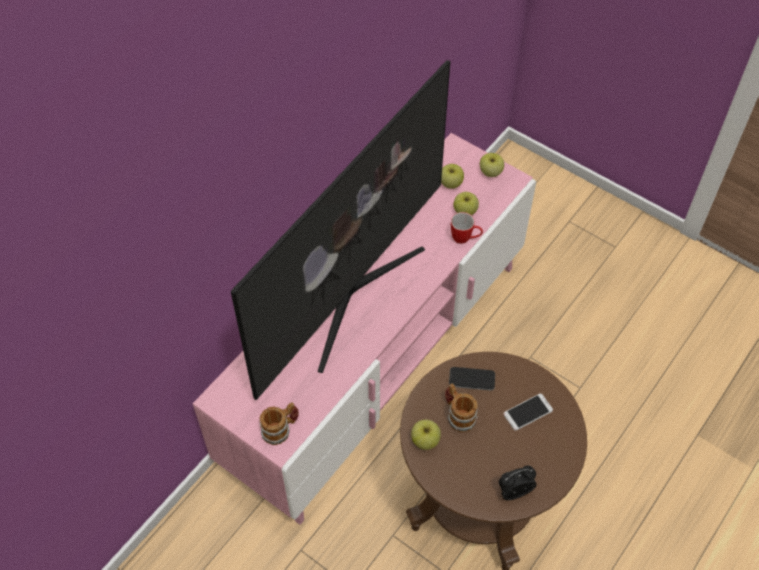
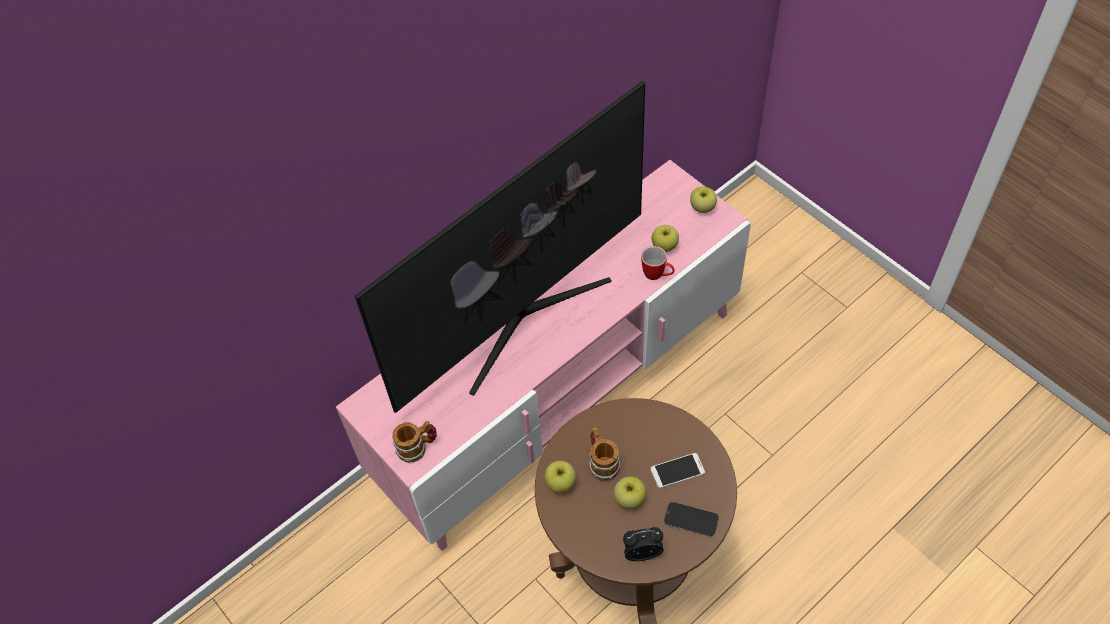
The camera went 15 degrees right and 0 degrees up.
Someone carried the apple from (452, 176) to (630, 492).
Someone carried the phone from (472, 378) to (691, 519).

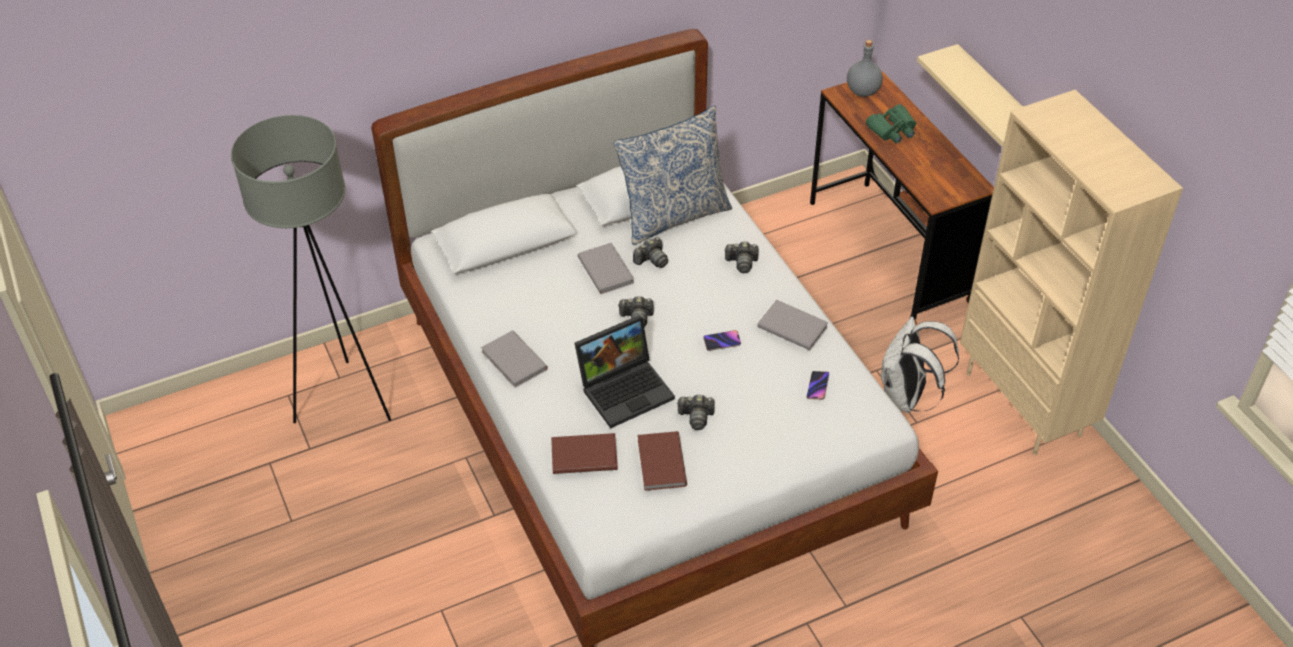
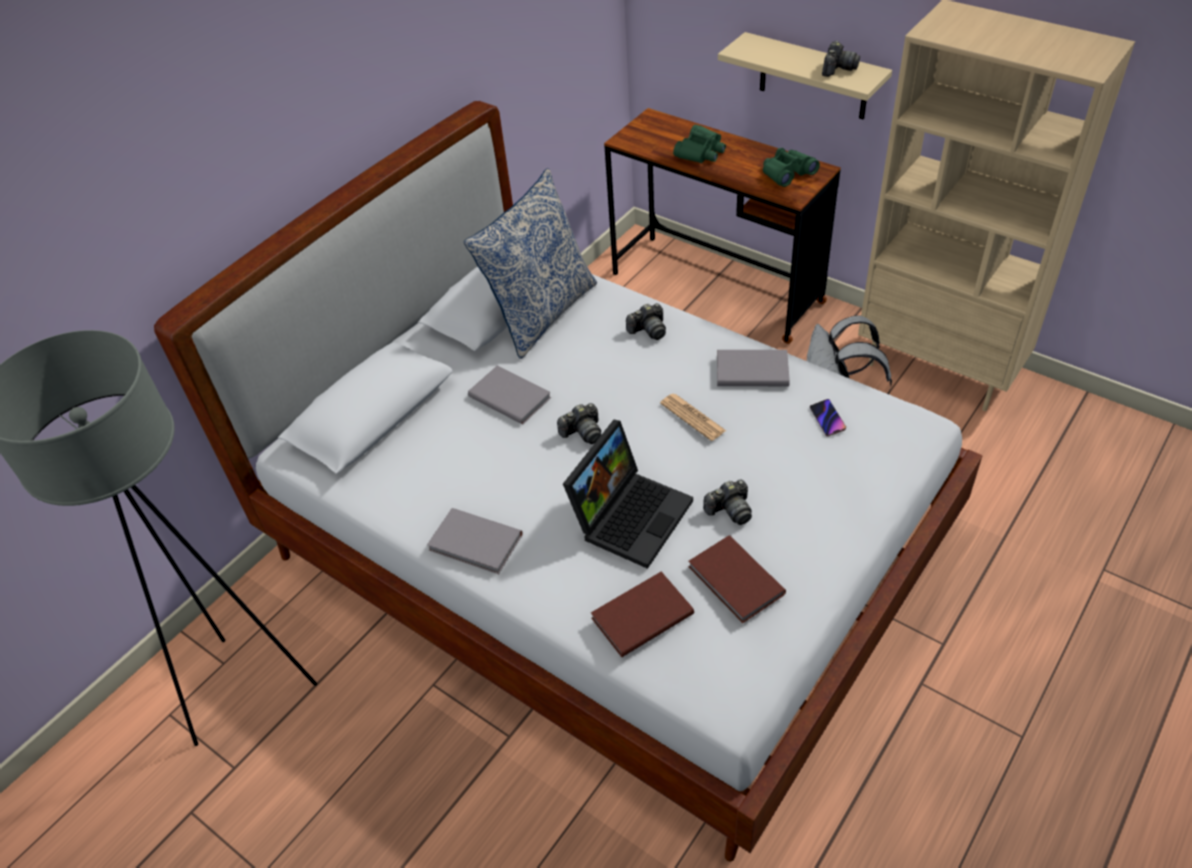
The camera went 25 degrees left and 0 degrees up.
Someone carried the photo_camera from (650, 252) to (841, 59).
Someone swapped the phone at (722, 340) for the newspaper at (693, 417).
Someone took away the grey_bottle at (865, 68).
Someone put down the green_binoculars at (791, 167).

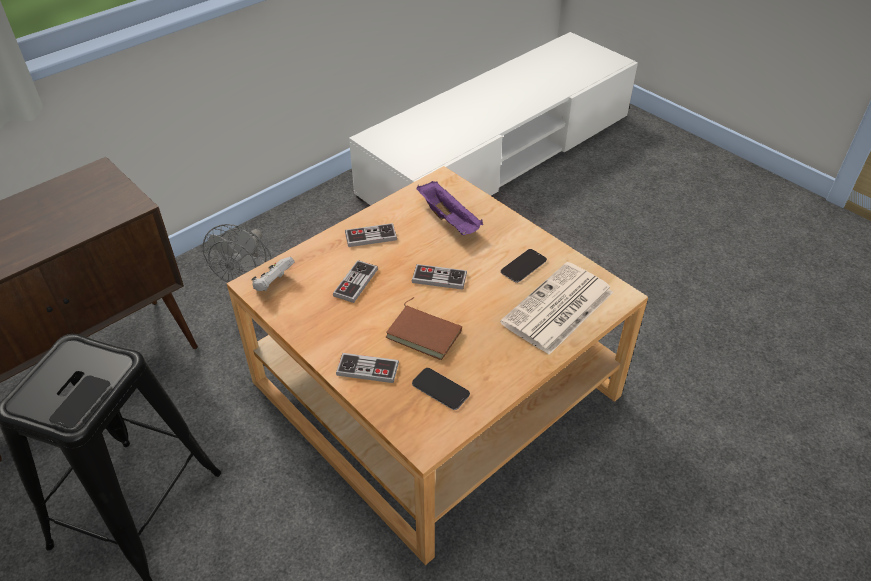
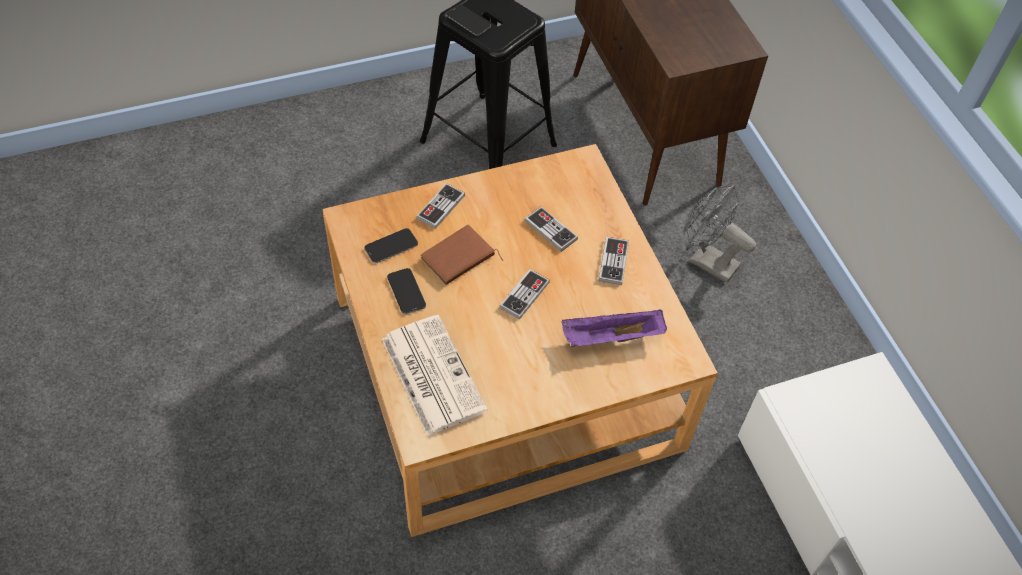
The camera went 110 degrees right and 10 degrees up.
Someone took away the white_game_controller at (273, 274).
Someone carried the phone from (524, 266) to (406, 291).

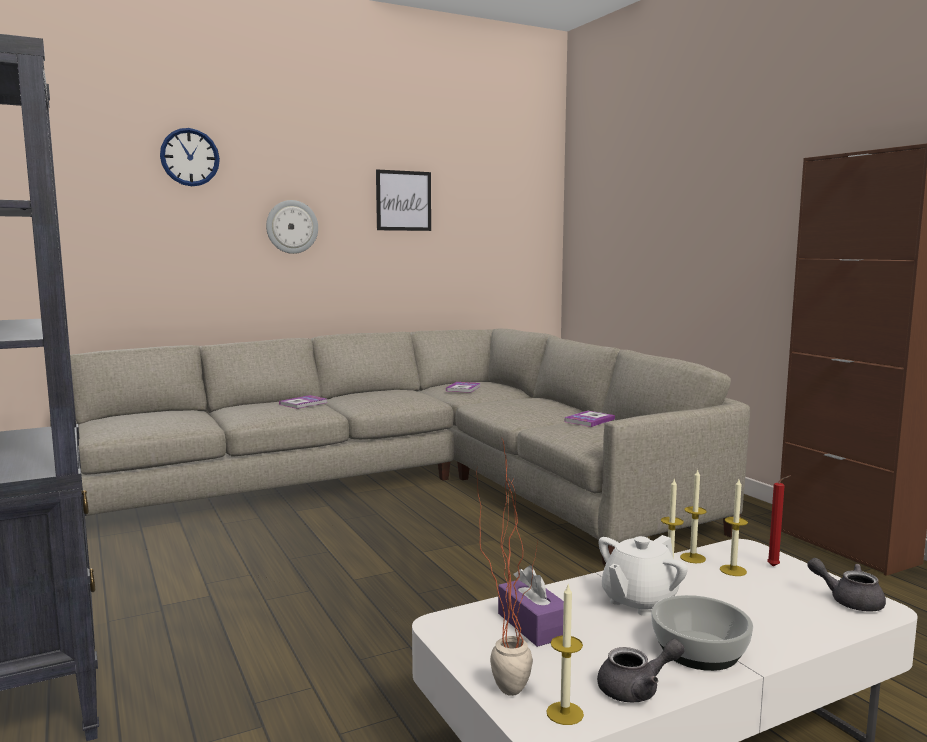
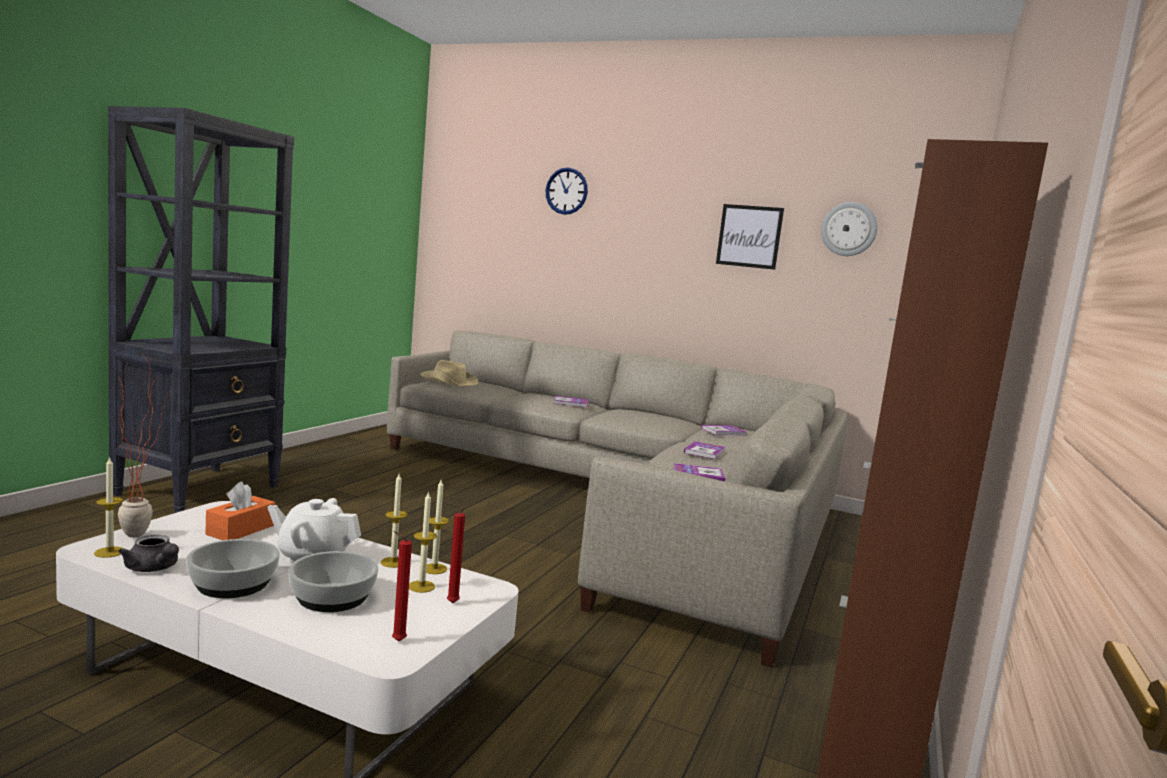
The camera went 50 degrees right and 0 degrees up.
Someone carried the wall_clock from (292, 227) to (849, 229).
Someone repainted the purple_tissue_box at (531, 606), which became the orange_tissue_box at (240, 510).
Someone swapped the grey_teapot at (847, 584) for the red_candle at (402, 586).
Someone put down the bowl at (333, 581).
Someone put down the beige_hat at (449, 373).
Someone put down the book at (704, 450).

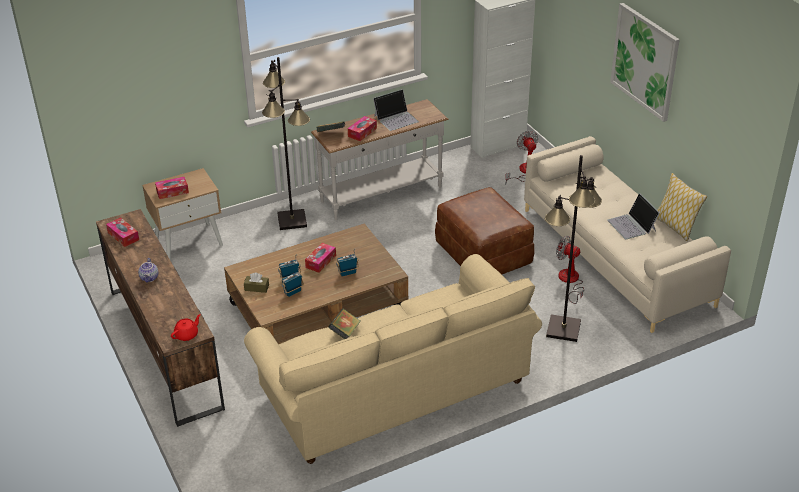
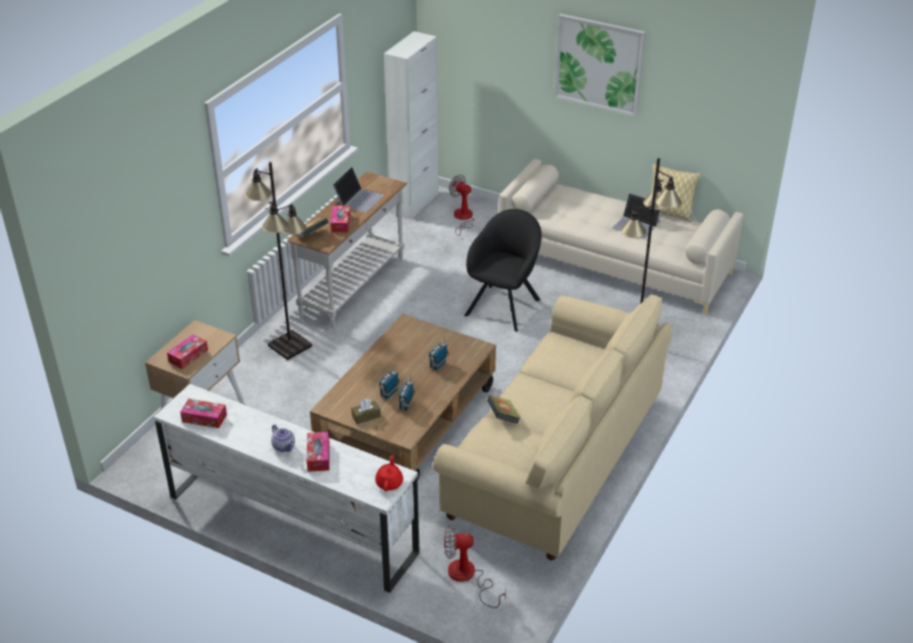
The camera went 35 degrees left and 0 degrees up.
Someone repainted the brown_tv_stand at (160, 318), which became the white_tv_stand at (287, 488).
Someone carried the tissue_box from (320, 258) to (318, 452).
Someone swapped the brown_ottoman at (485, 230) for the black_armchair at (503, 270).
Someone carried the fan from (570, 270) to (475, 566).

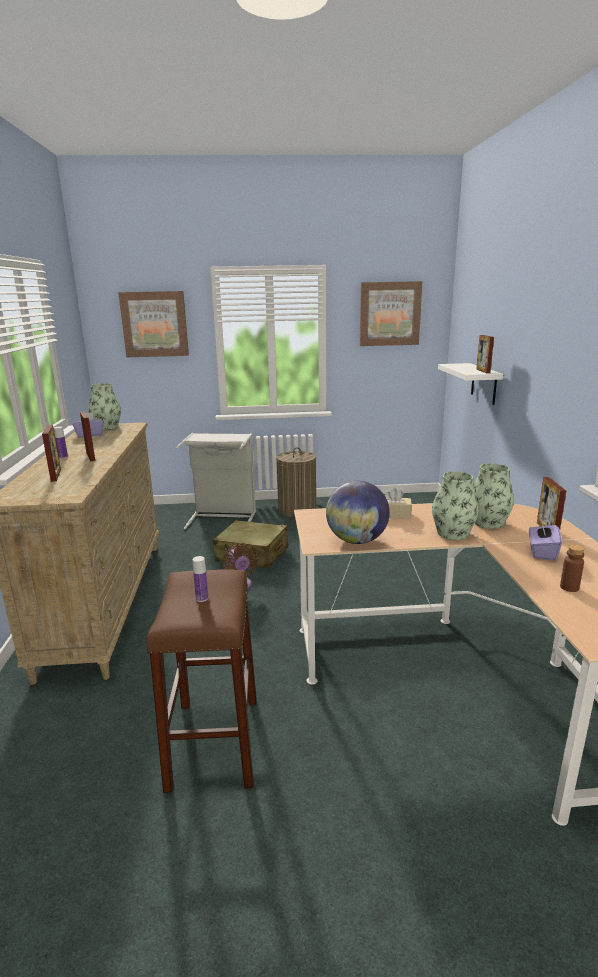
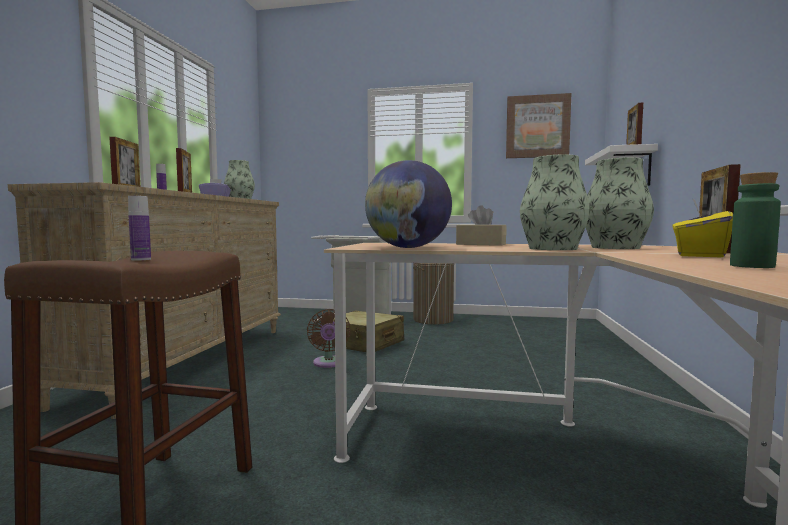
The camera went 15 degrees right and 15 degrees down.
Someone took away the picture at (153, 324).
Someone repainted the purple_tissue_box at (545, 541), which became the yellow_tissue_box at (703, 227).
Someone repainted the brown_bottle at (572, 568), which became the green_bottle at (755, 220).

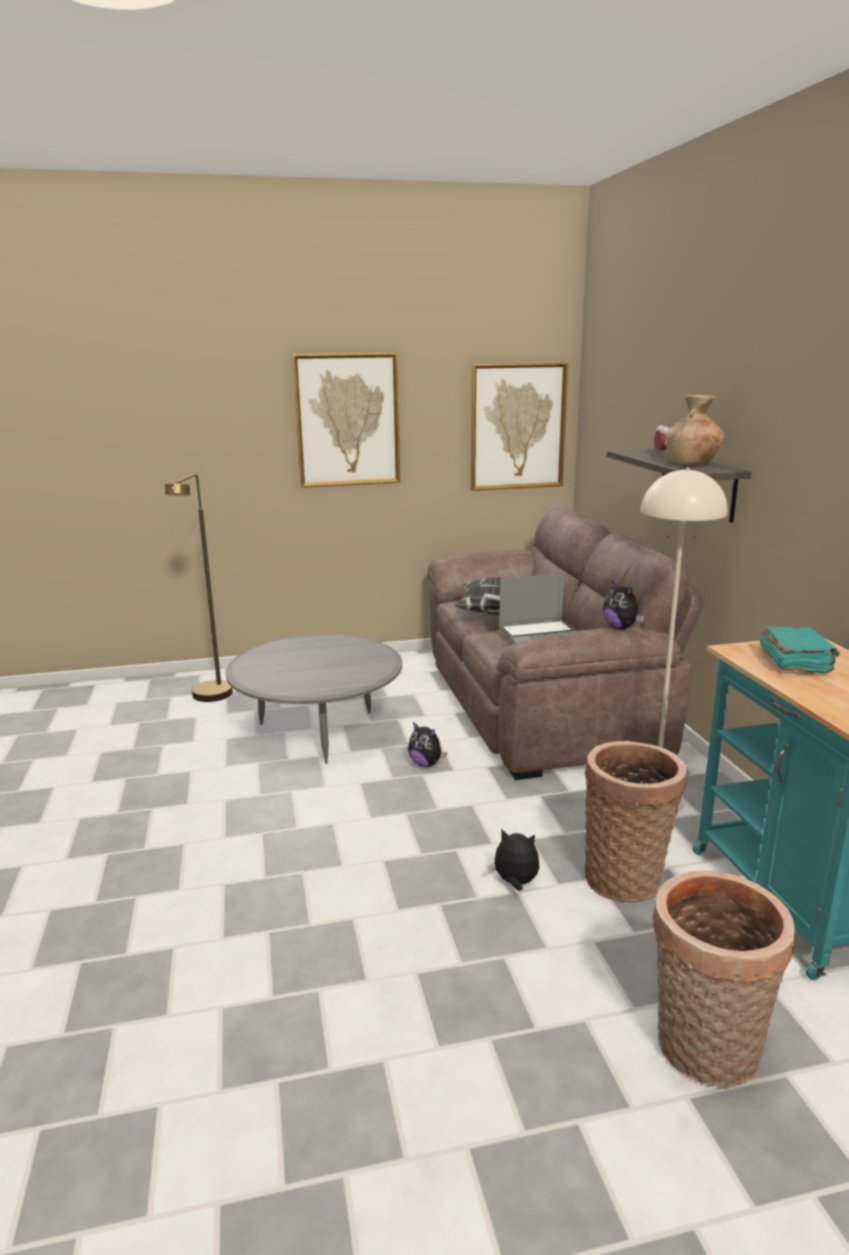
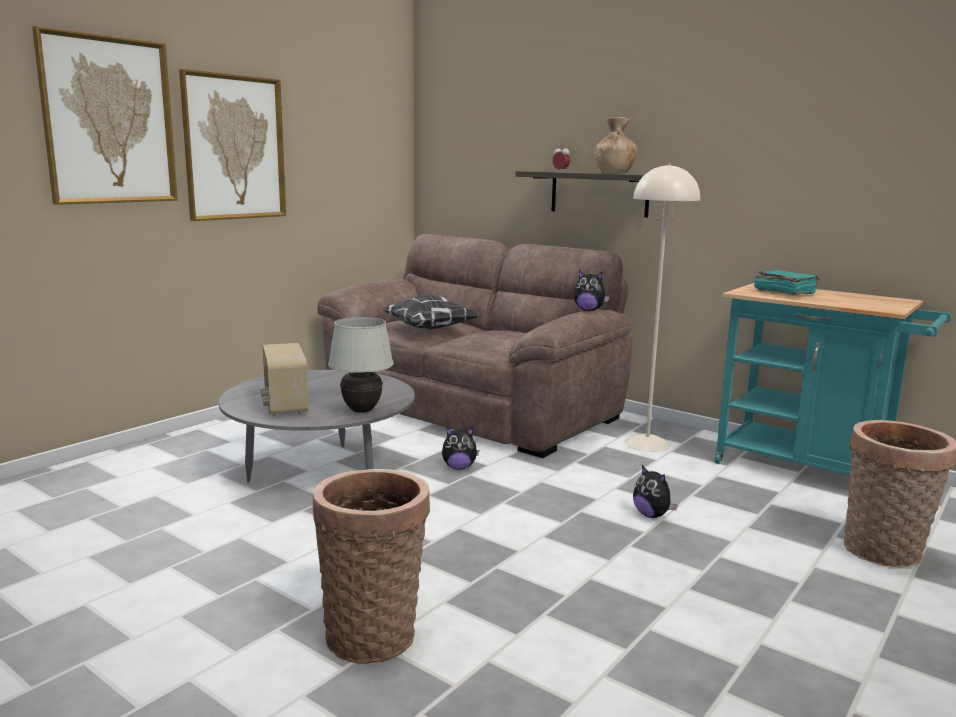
The camera went 40 degrees left and 5 degrees down.
Someone took away the brown_floor_lamp at (199, 588).
Someone carried the picture from (519, 427) to (105, 115).
Someone rotated the plush_toy at (513, 860) by 105 degrees counterclockwise.
Someone took away the laptop at (537, 609).
Someone carried the basket from (636, 822) to (371, 566).
Someone put down the radio at (284, 379).
Someone put down the white_table_lamp at (361, 365).

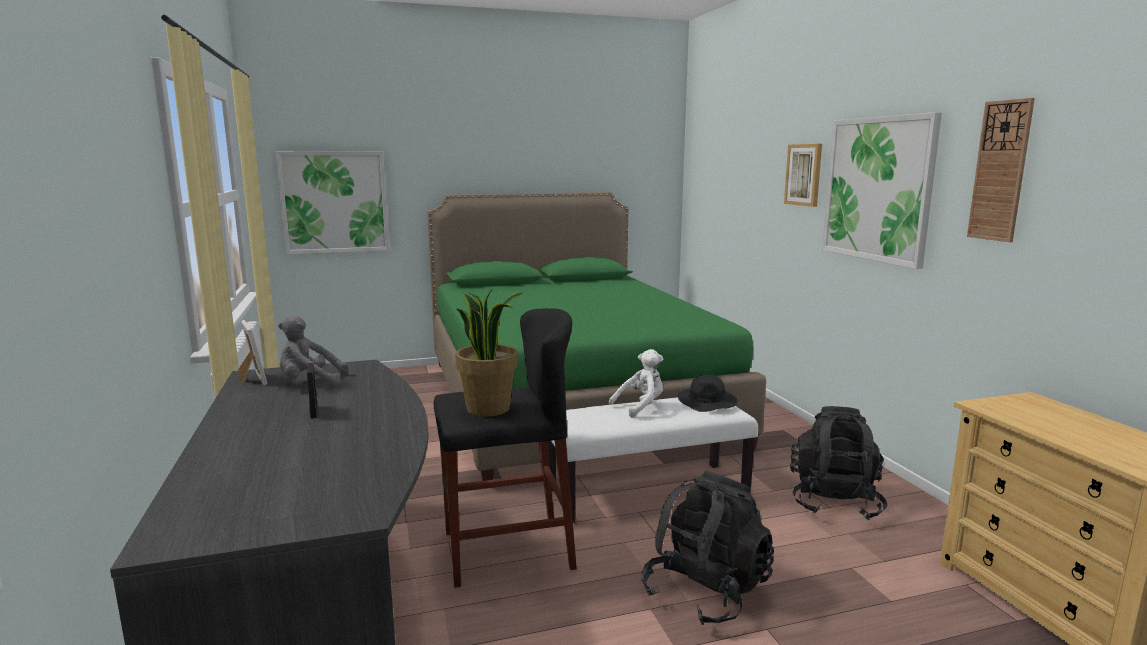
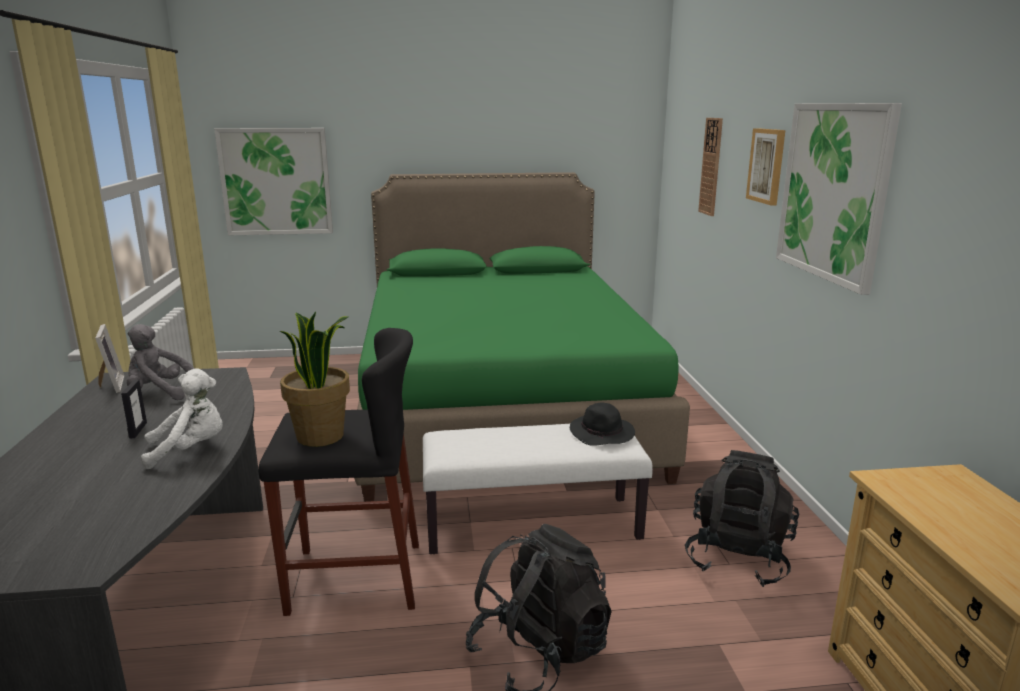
The camera went 10 degrees right and 5 degrees up.
Someone carried the white_plush_toy from (636, 383) to (182, 418).
Someone carried the wall_clock from (1001, 170) to (710, 167).

